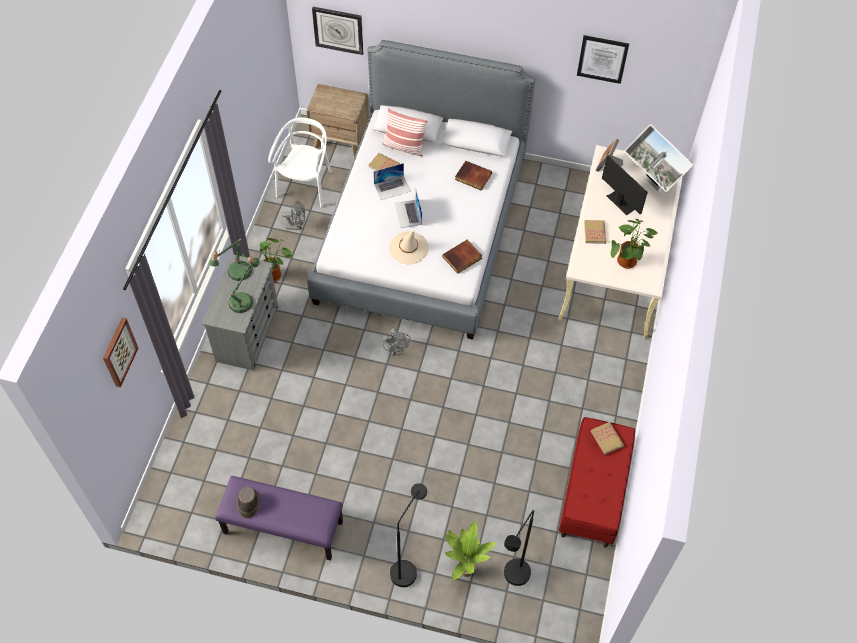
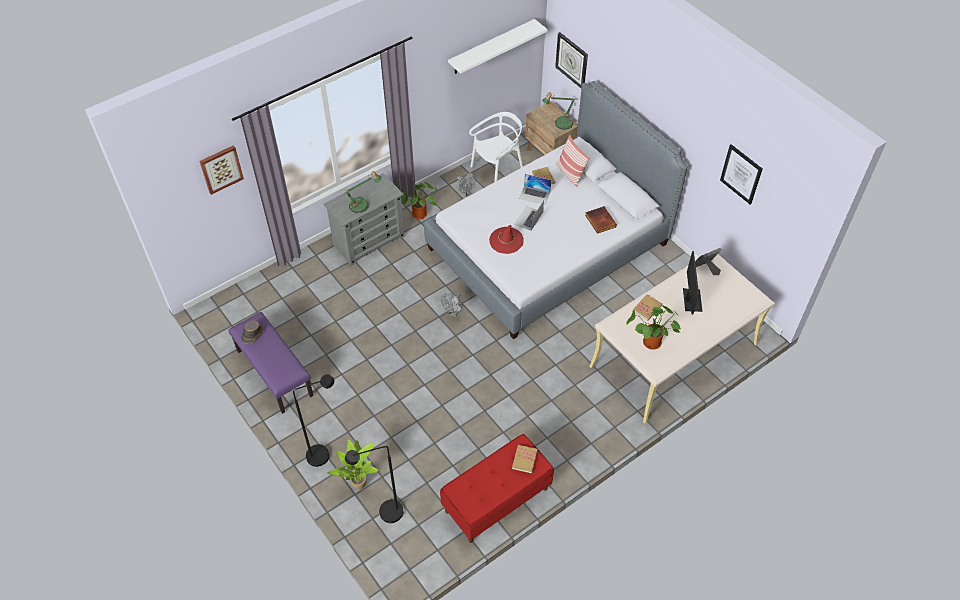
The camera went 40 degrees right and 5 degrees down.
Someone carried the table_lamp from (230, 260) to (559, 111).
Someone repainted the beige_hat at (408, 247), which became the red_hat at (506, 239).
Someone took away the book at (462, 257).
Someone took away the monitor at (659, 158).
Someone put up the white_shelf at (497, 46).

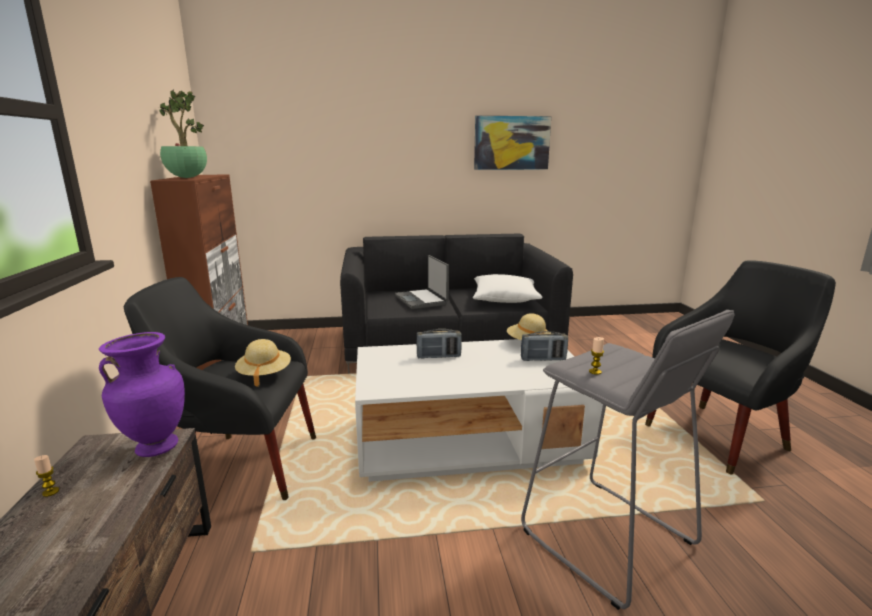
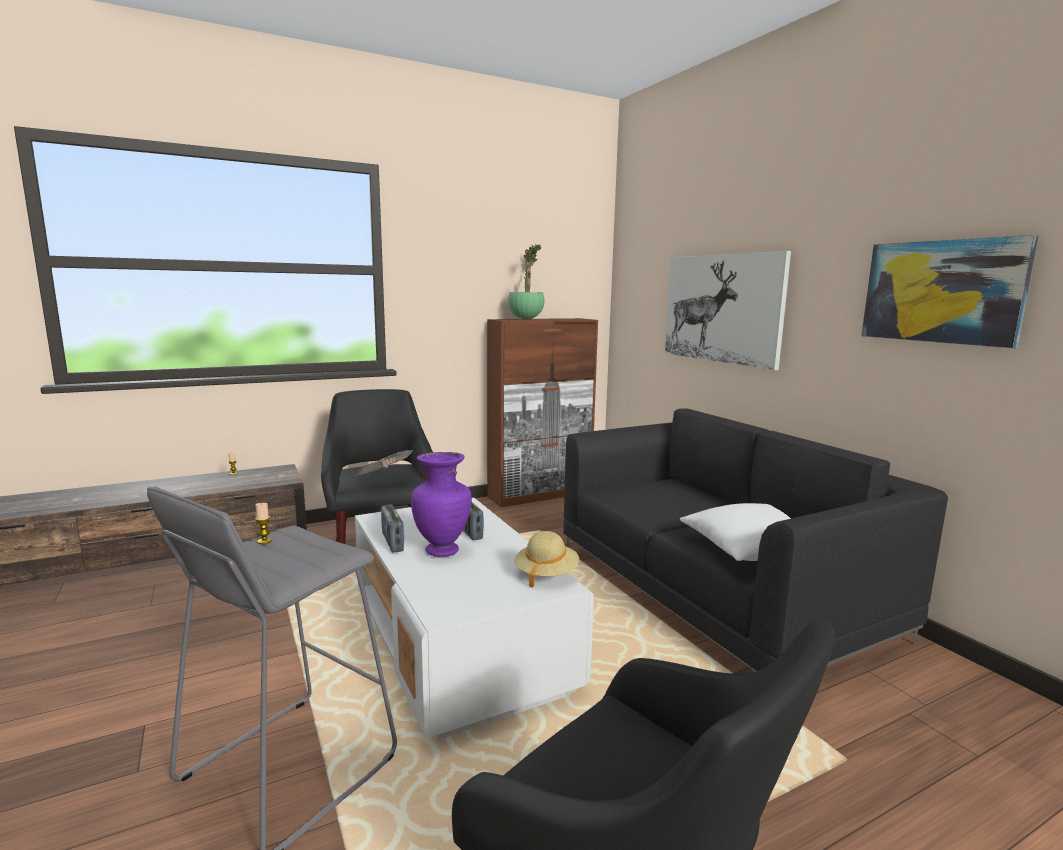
The camera went 70 degrees right and 5 degrees down.
Someone carried the purple_vase from (142, 394) to (441, 504).
Someone swapped the beige_hat at (263, 363) for the newspaper at (383, 463).
Someone took away the laptop at (422, 282).
Someone carried the radio from (544, 346) to (392, 528).
Someone put up the picture at (728, 310).

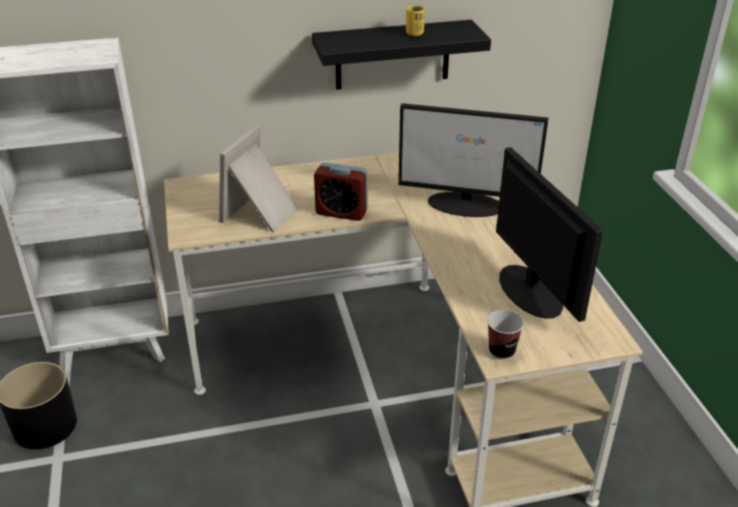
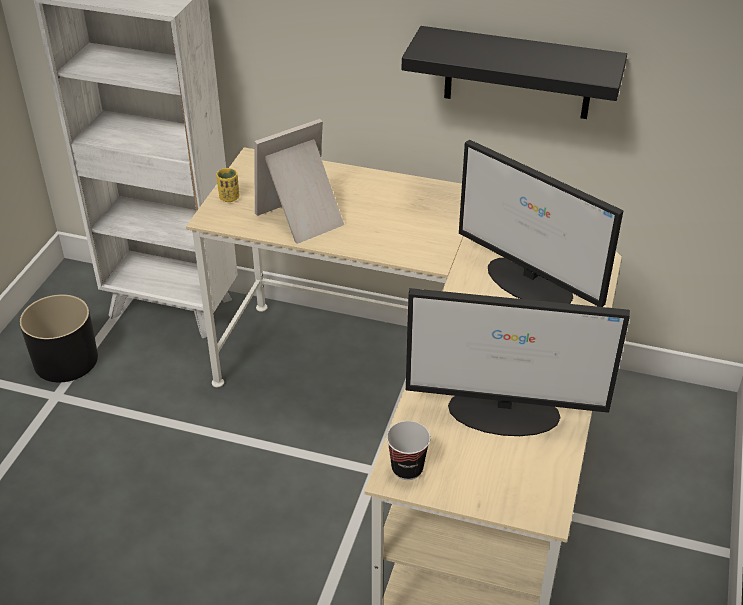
The camera went 30 degrees right and 5 degrees up.
Someone took away the alarm_clock at (341, 191).
Someone carried the yellow_cup from (415, 20) to (227, 185).
Someone rotated the monitor at (549, 234) by 90 degrees clockwise.

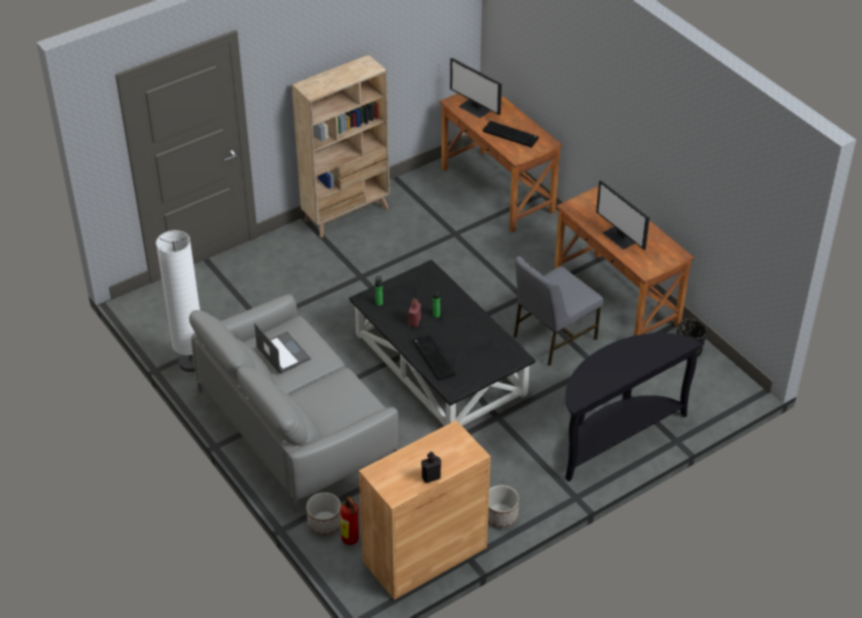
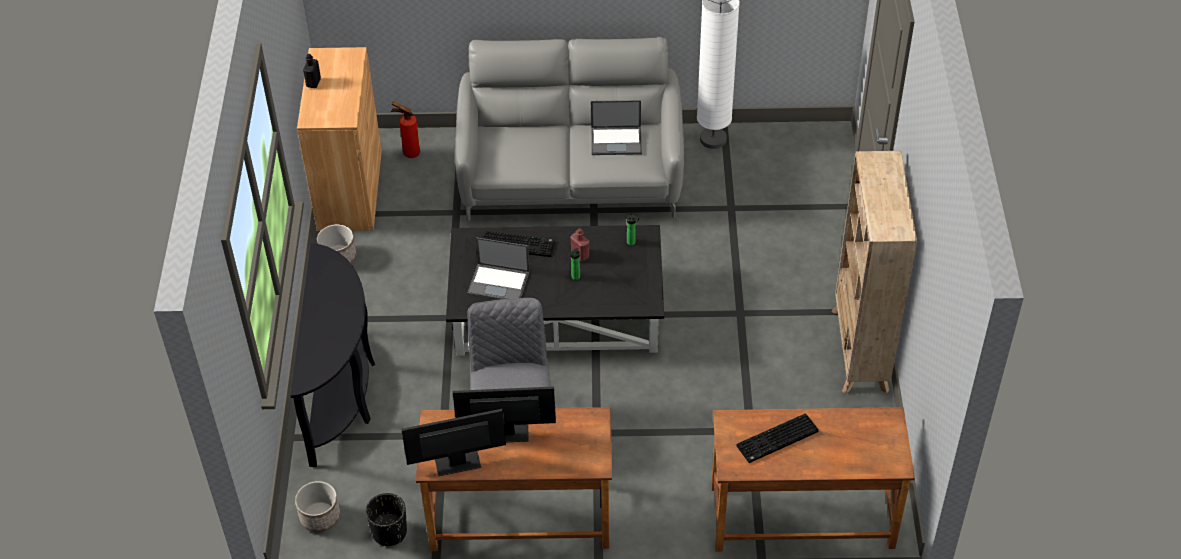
The camera went 125 degrees right and 5 degrees up.
Someone carried the planter from (323, 513) to (317, 506).
Someone carried the monitor from (476, 88) to (453, 442).
Someone put down the laptop at (498, 268).

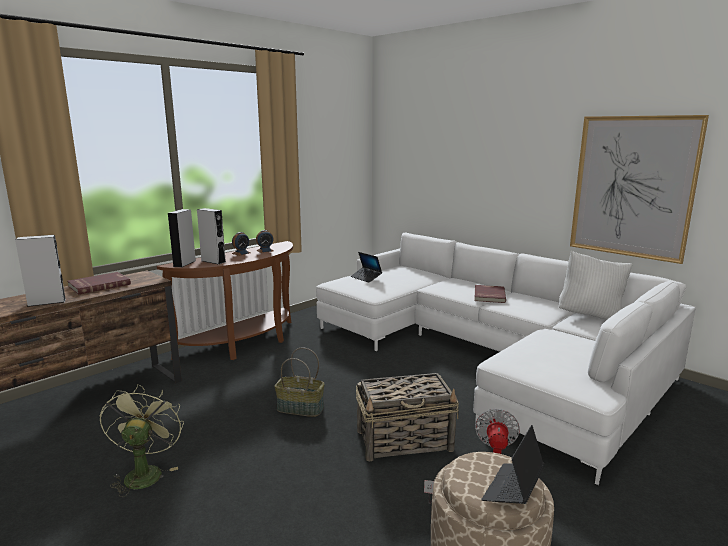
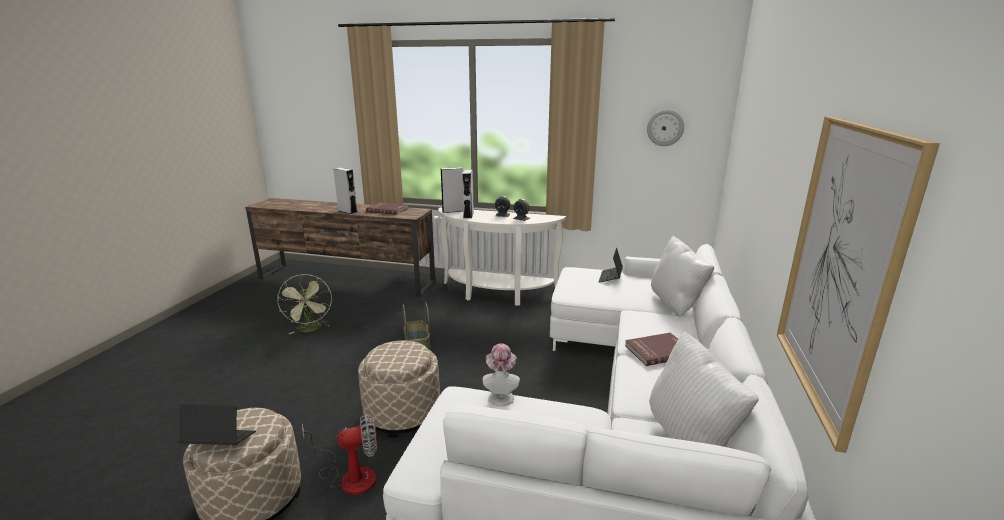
The camera went 60 degrees right and 5 degrees up.
Someone rotated the green_fan at (142, 440) by 105 degrees clockwise.
Someone repainted the brown_console_table at (225, 300), which became the white_console_table at (502, 257).
Someone swapped the basket at (407, 417) for the beige_ottoman at (399, 388).
Someone put down the hat at (501, 374).
Someone put up the wall_clock at (665, 128).
Someone put down the white_pillow at (682, 276).

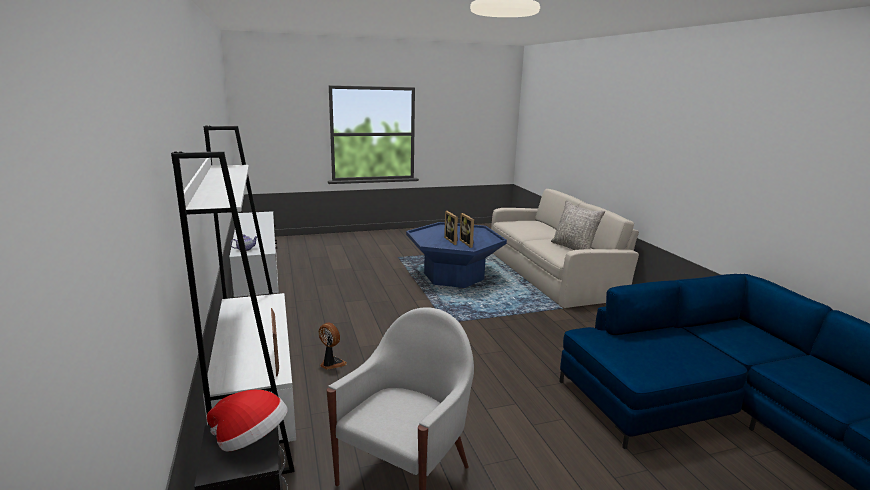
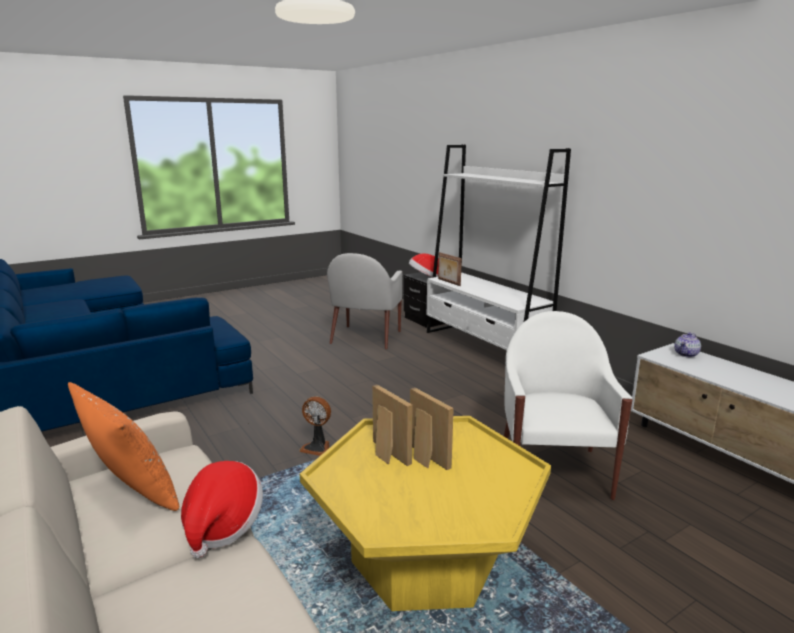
The camera went 165 degrees right and 0 degrees up.
Someone carried the fan from (333, 346) to (315, 426).
Someone repainted the blue_coffee_table at (456, 255), which became the yellow_coffee_table at (425, 513).
Someone repainted the grey_pillow at (578, 225), which became the orange_pillow at (123, 446).
Someone put down the hat at (222, 509).
Someone put down the white_armchair at (568, 405).

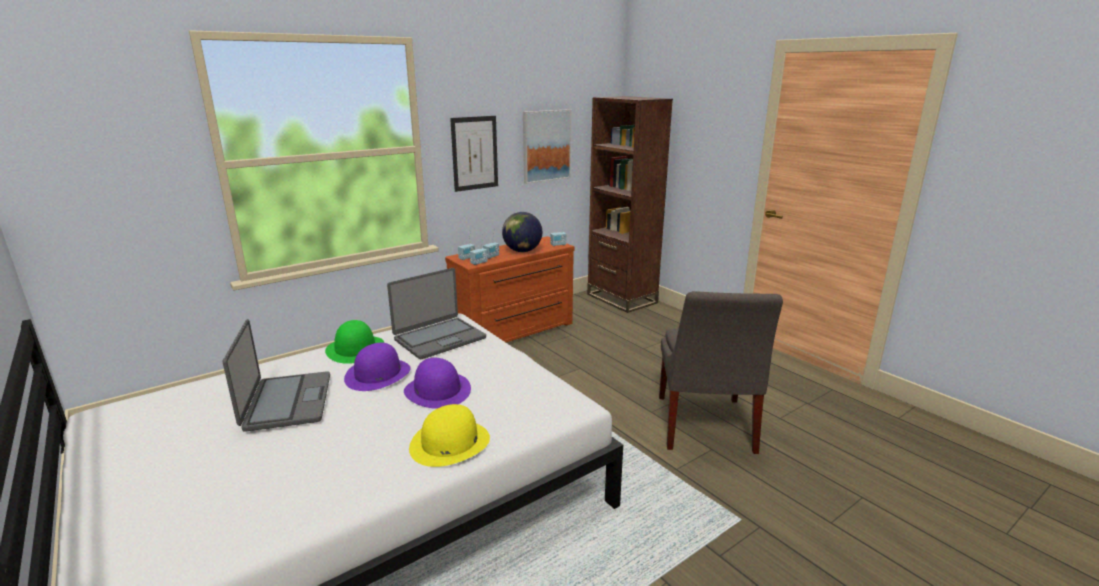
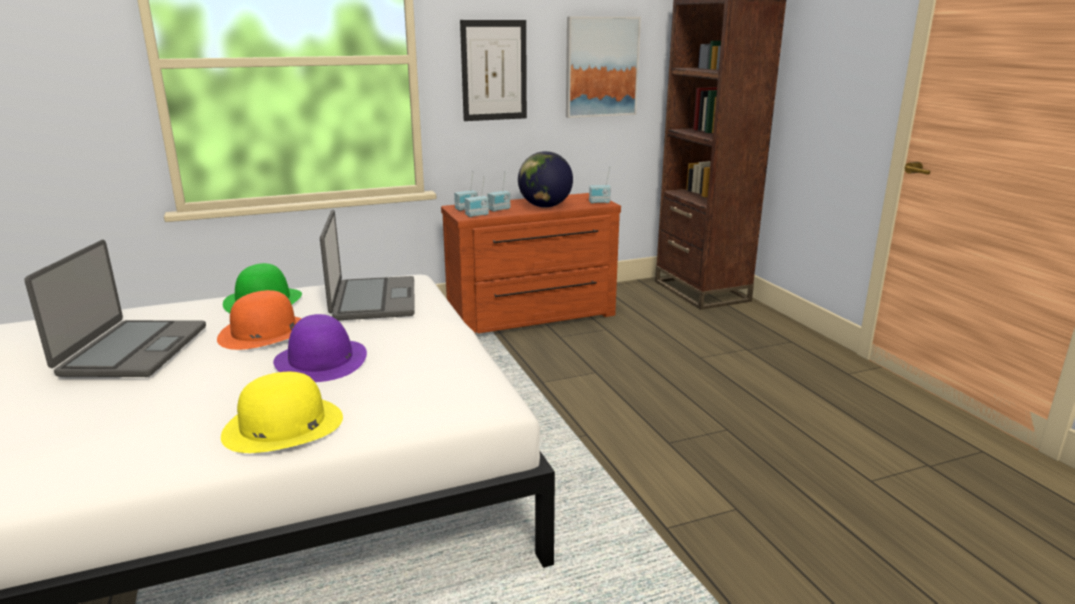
The camera went 15 degrees right and 0 degrees up.
Someone repainted the purple_hat at (377, 367), which became the orange_hat at (259, 320).
Someone rotated the laptop at (436, 313) by 75 degrees counterclockwise.
Someone took away the grey_chair at (721, 372).

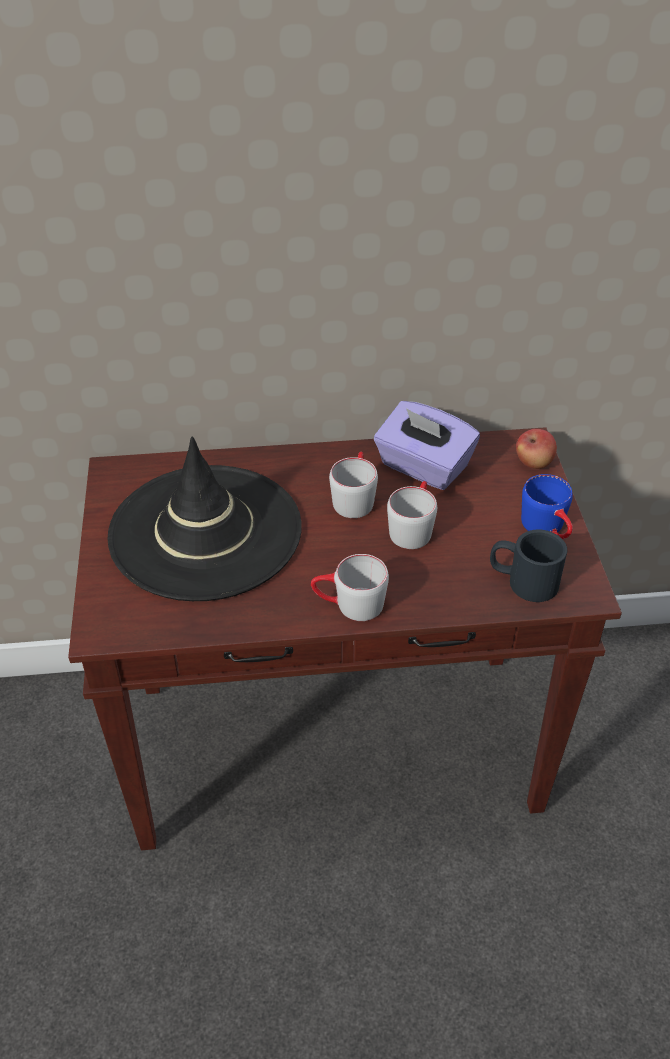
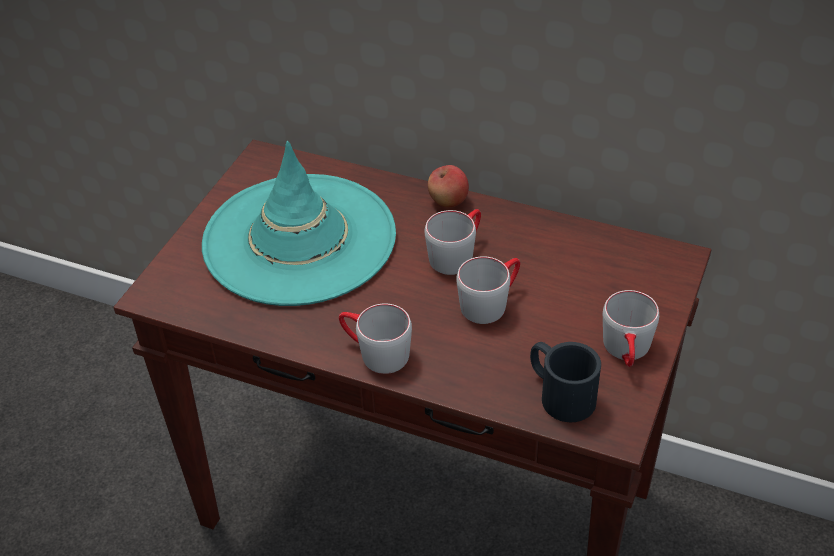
The camera went 30 degrees right and 0 degrees up.
Someone repainted the black_hat at (204, 519), which became the turquoise_hat at (299, 223).
Someone took away the purple_tissue_box at (427, 445).
Someone carried the apple from (536, 449) to (448, 186).
Someone repainted the blue_mug at (547, 506), which became the grey_mug at (631, 328).

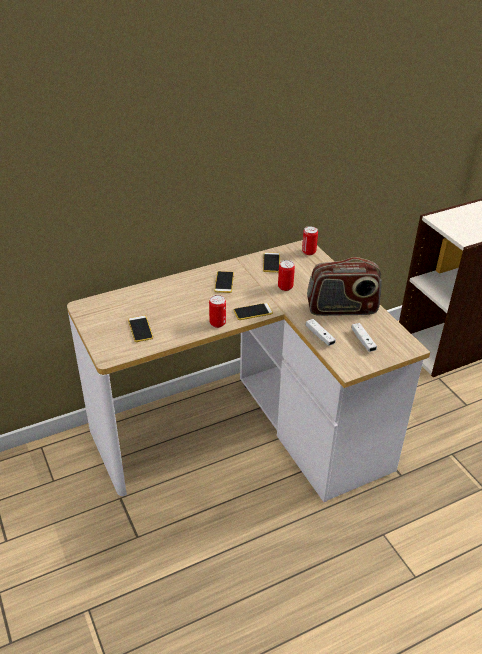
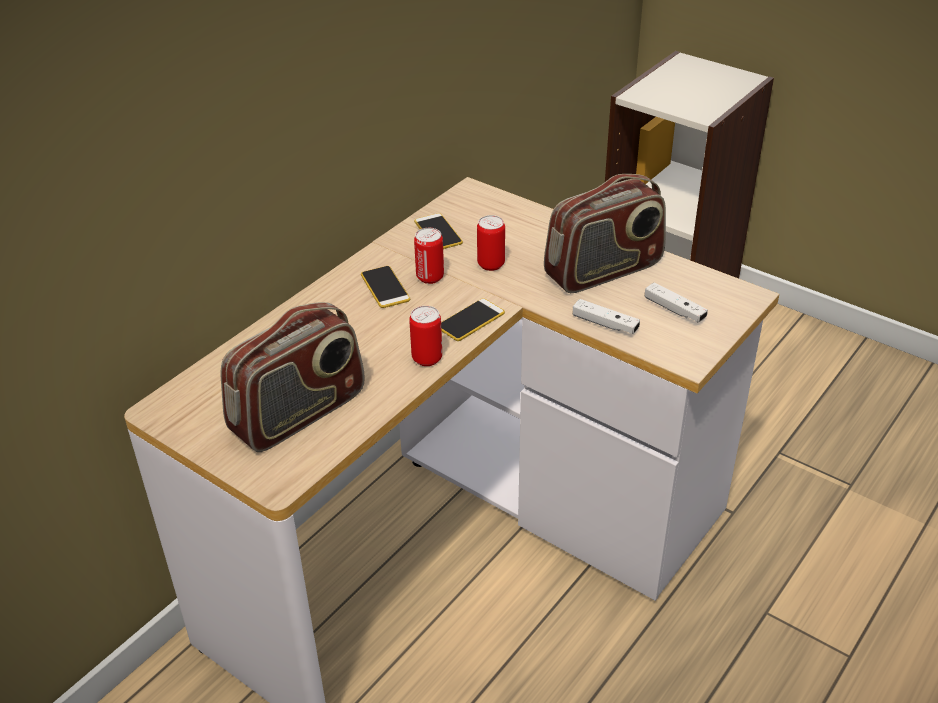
The camera went 25 degrees left and 0 degrees up.
Someone swapped the phone at (140, 329) for the radio at (292, 377).
Someone carried the can from (310, 240) to (429, 256).

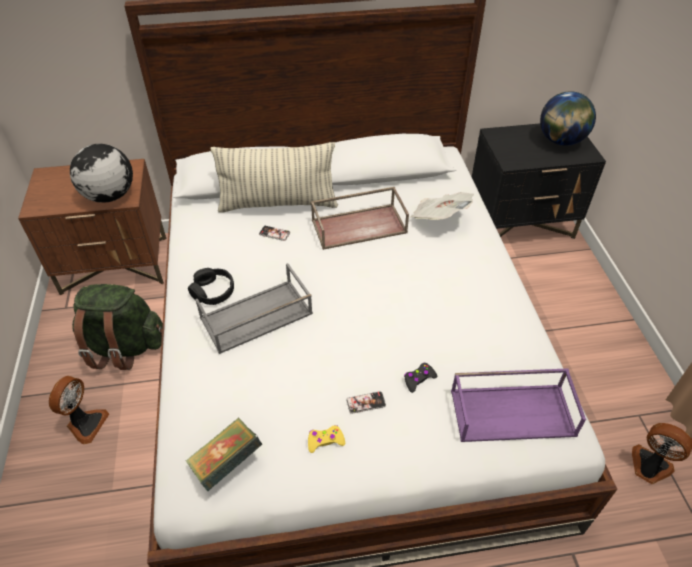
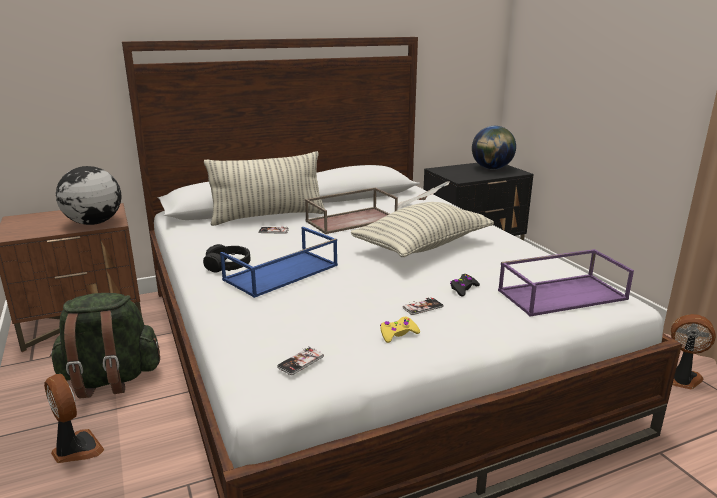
The camera went 15 degrees left and 25 degrees down.
Someone rotated the fan at (79, 410) by 45 degrees counterclockwise.
Someone swapped the book at (224, 454) for the phone at (300, 360).
Someone repainted the grey_tray at (254, 308), which became the blue_tray at (279, 262).
Someone put down the pillow at (422, 229).

